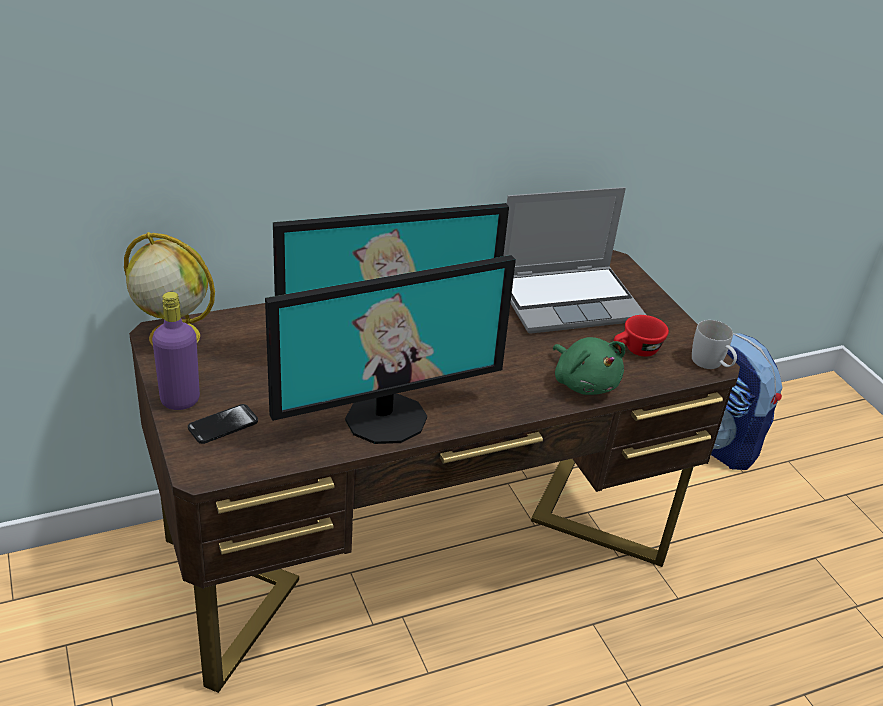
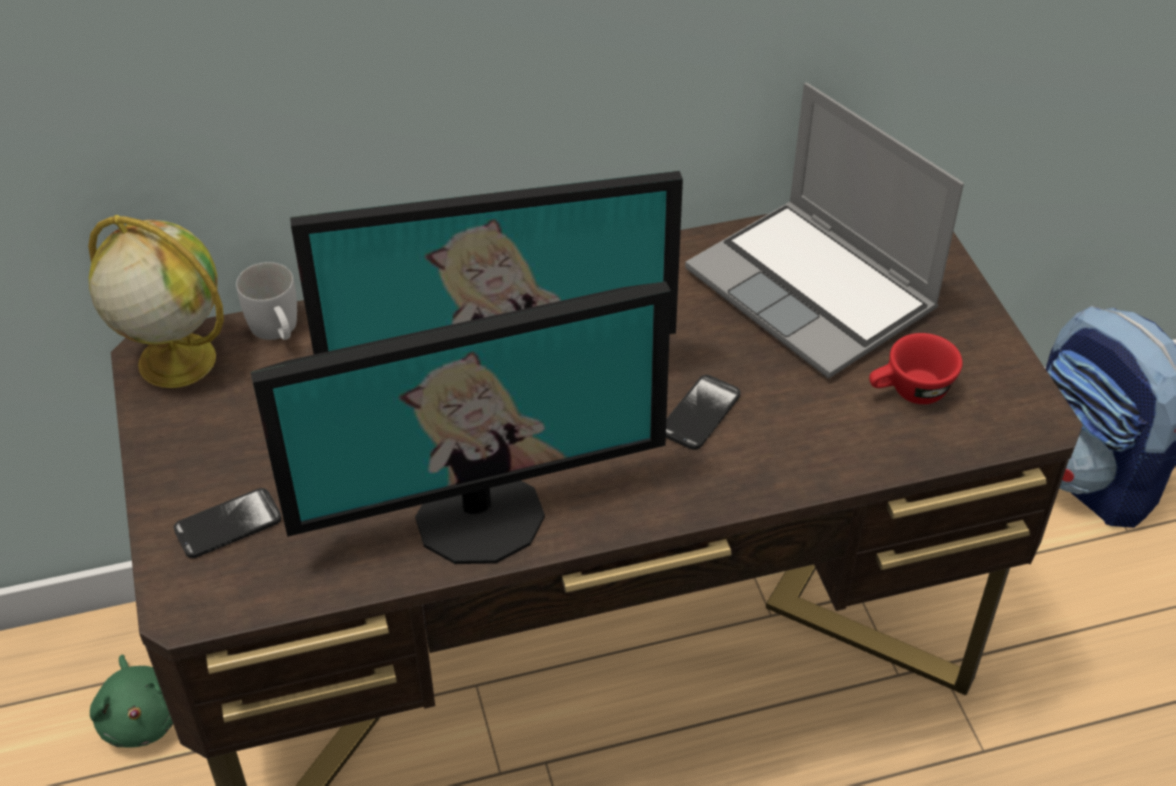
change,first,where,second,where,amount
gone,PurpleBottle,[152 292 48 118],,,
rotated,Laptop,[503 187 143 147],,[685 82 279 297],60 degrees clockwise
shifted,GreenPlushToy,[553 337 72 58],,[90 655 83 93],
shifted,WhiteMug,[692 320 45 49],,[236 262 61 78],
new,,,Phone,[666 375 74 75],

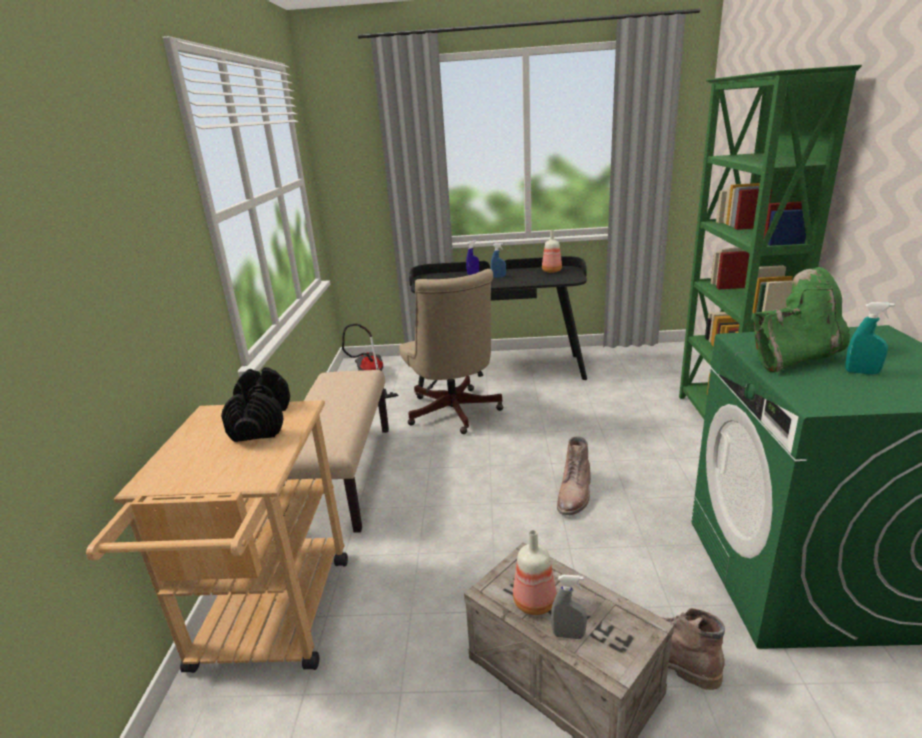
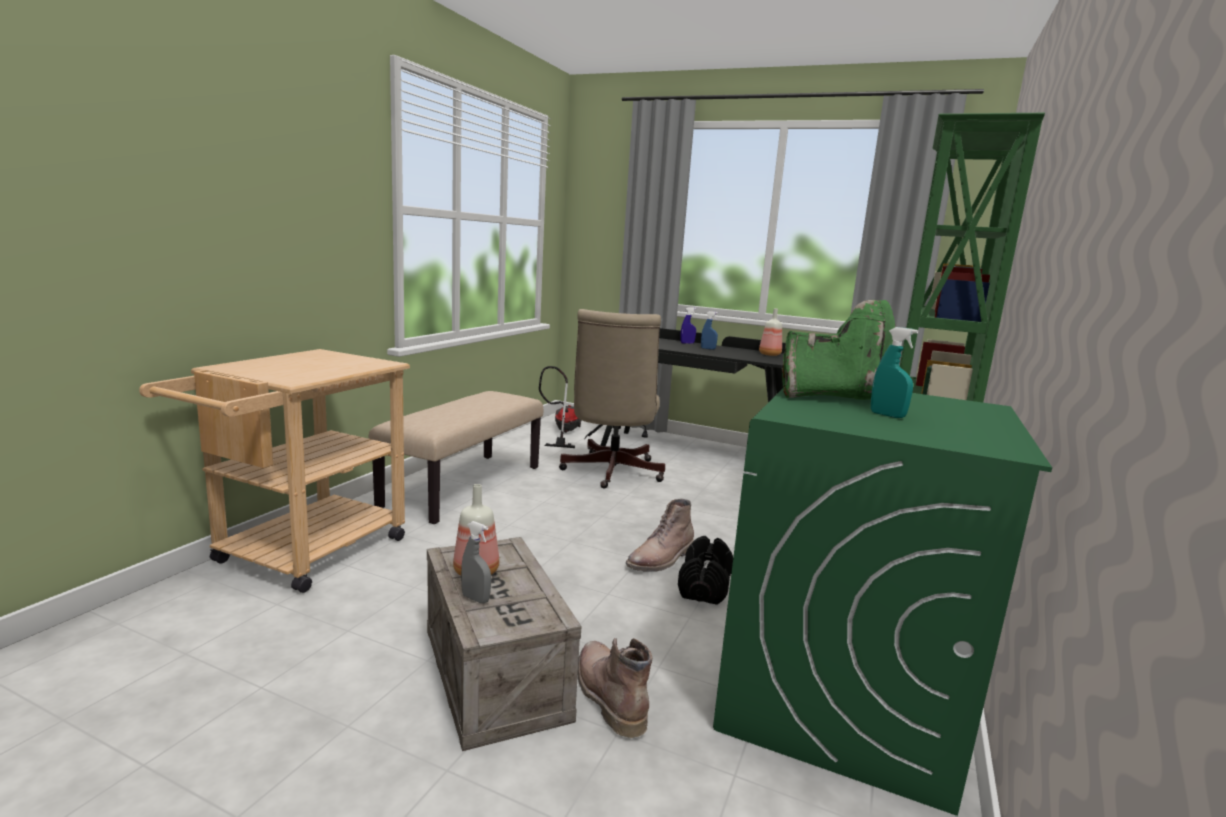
change,first,where,second,where,amount
shifted,BlackDumbbell,[221 367 69 75],,[678 536 55 69],

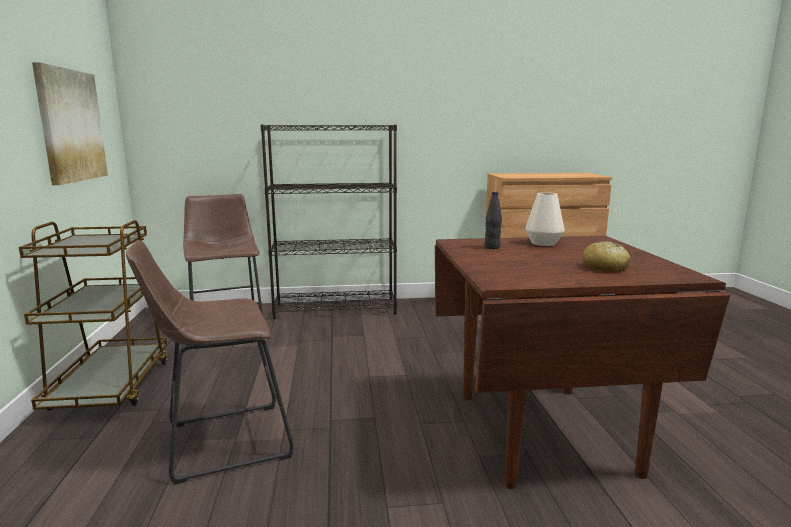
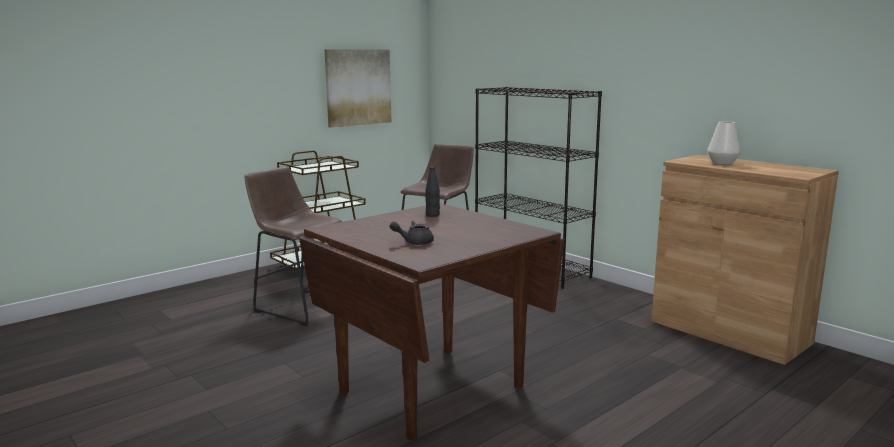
change,first,where,second,where,amount
shifted,WhiteVase,[525 193 40 53],,[708 122 33 42],
swapped,Bread,[583 241 48 30],GreyTeapot,[390 221 44 24],

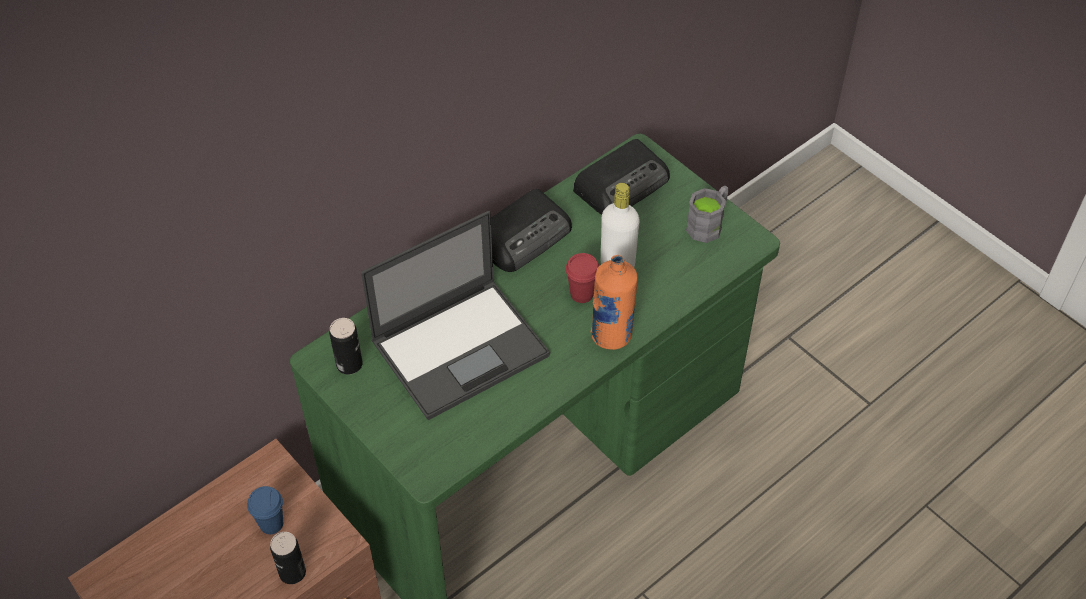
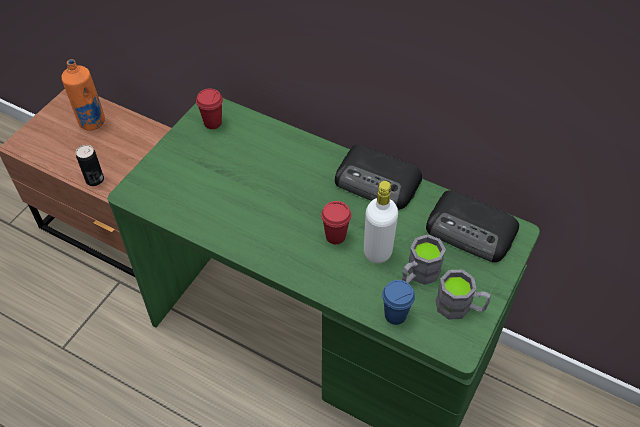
change,first,where,second,where,amount
shifted,BlueCup,[247 486 36 48],,[382 280 33 45],
swapped,Can,[329 318 34 56],RedCup,[196 89 27 40],
gone,Laptop,[361 211 189 209],,,
shifted,OrangeBottle,[591 255 47 95],,[61 59 44 72],
new,,,GreyMug,[402 234 44 51],

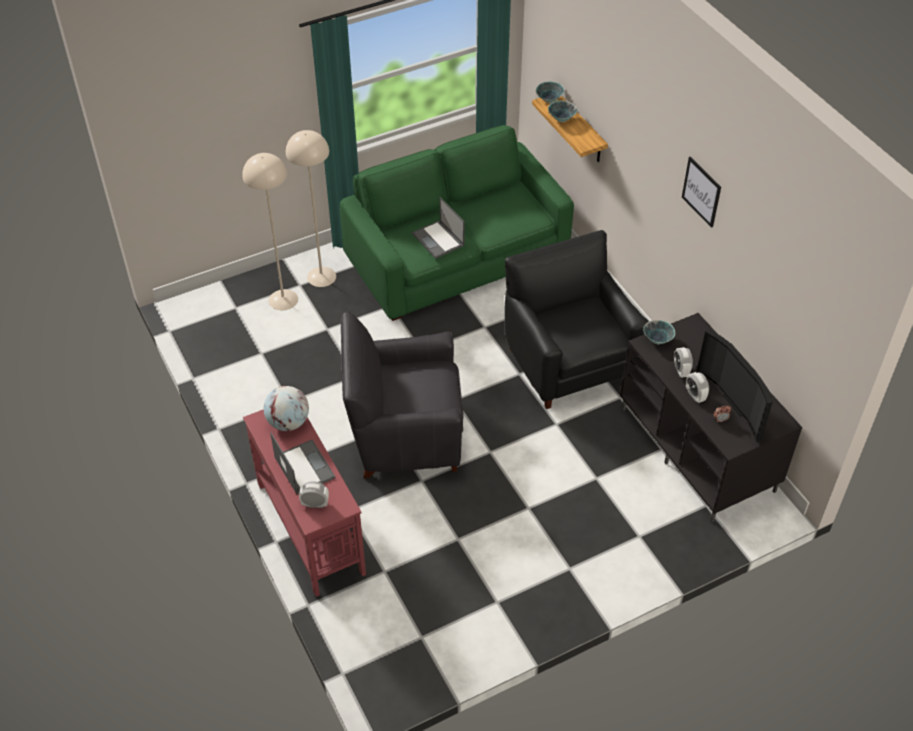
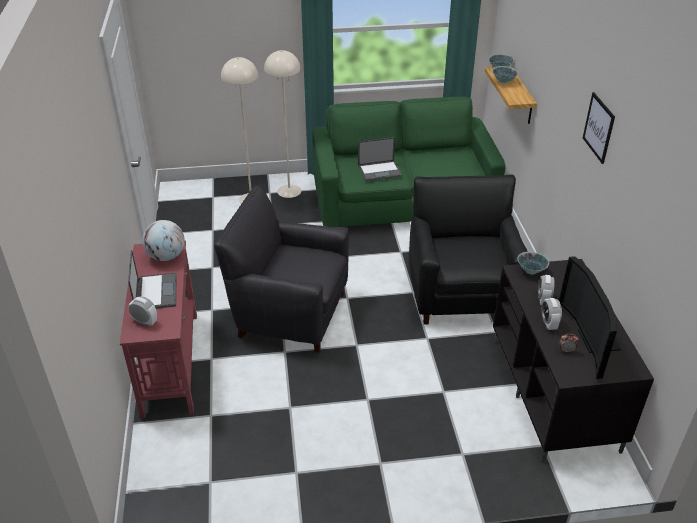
change,first,where,second,where,amount
rotated,Laptop,[412 197 53 62],,[358 137 44 44],90 degrees counterclockwise

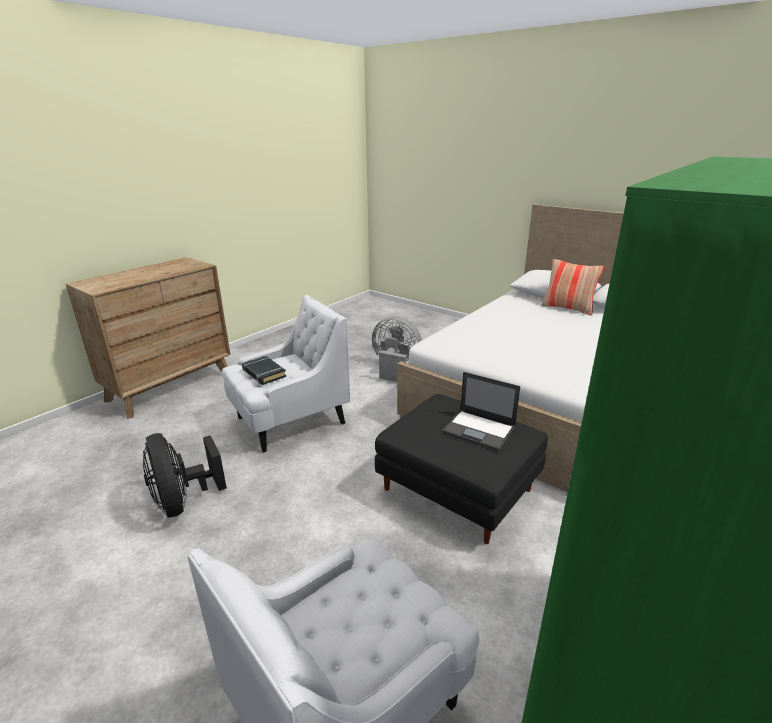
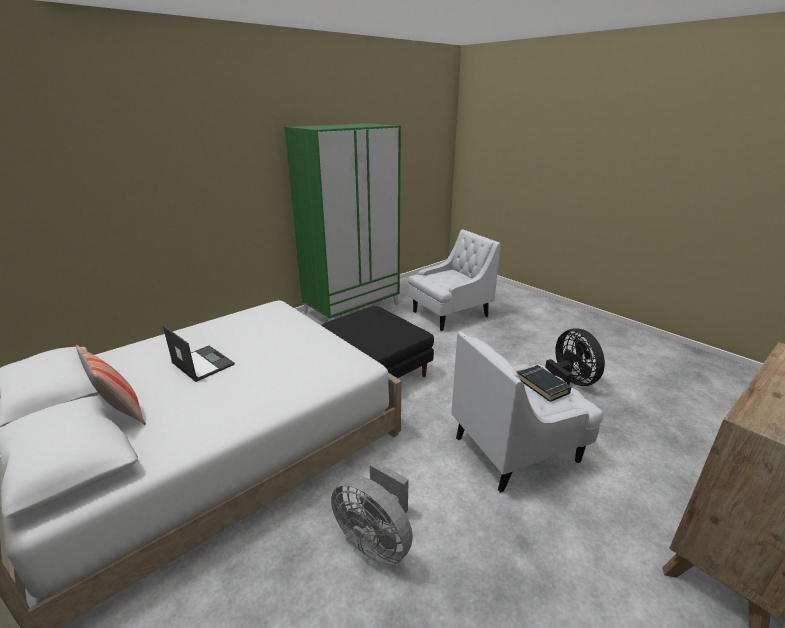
change,first,where,second,where,amount
shifted,Laptop,[442 372 78 79],,[163 325 72 57],

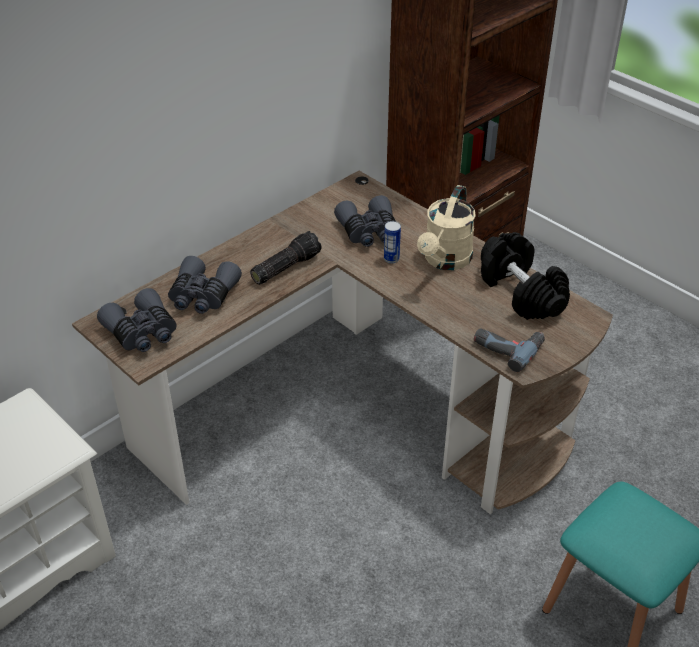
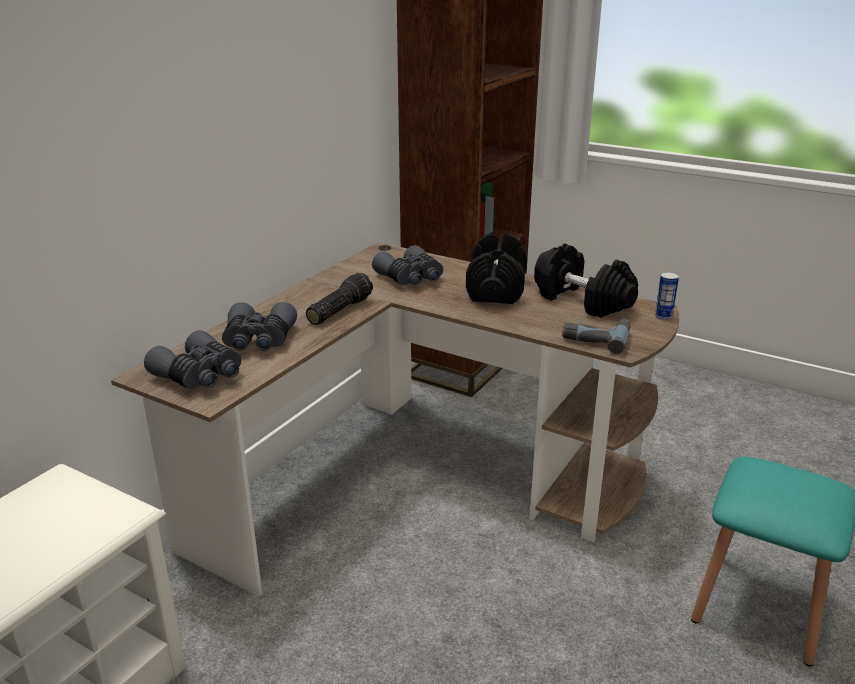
change,first,where,second,where,amount
shifted,Can,[384 221 17 42],,[655 272 24 48],
swapped,BeigeWateringCan,[417 185 59 85],BlackDumbbell,[466 232 61 72],

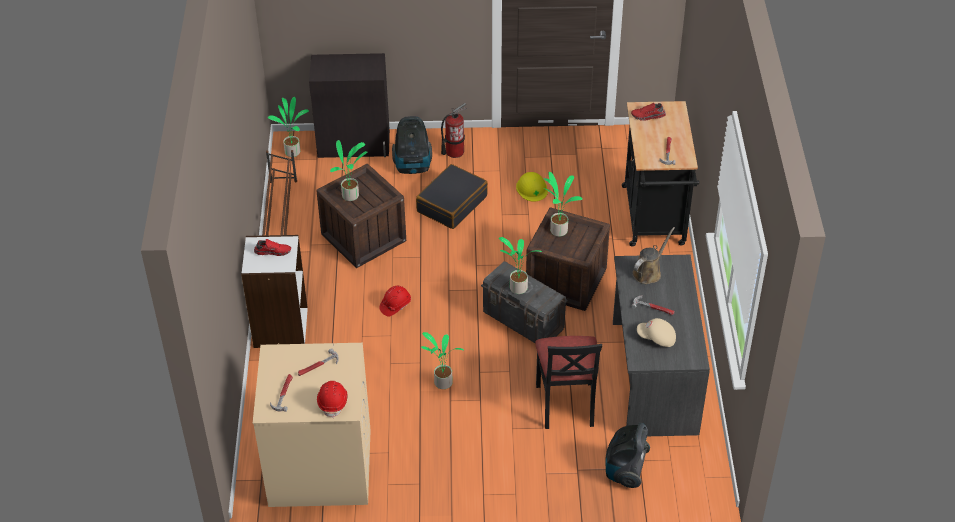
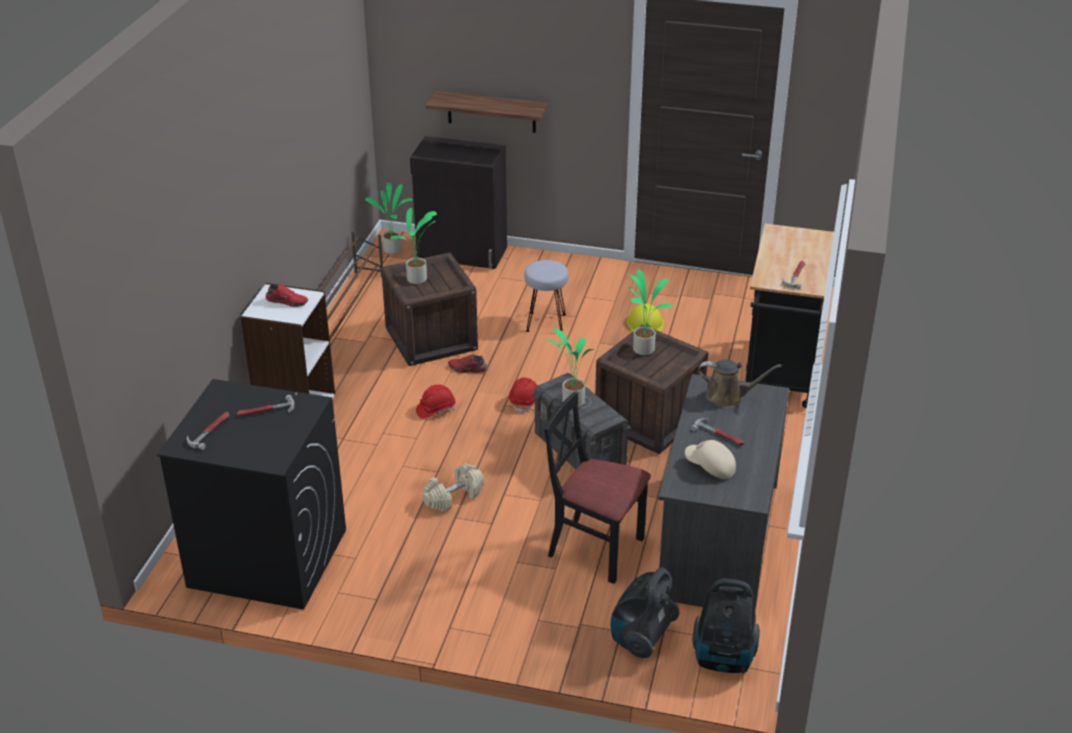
change,first,where,second,where,amount
repainted,BeigeWashingMachine,[253 343 117 164],BlackWashingMachine,[157 379 189 231],
shifted,RedHardHat,[317 381 31 37],,[509 377 28 37],
shifted,VacuumCleaner,[392 116 40 58],,[693 579 67 94],
swapped,BlackSuitcase,[416 164 72 65],GreyStool,[524 260 45 72],
swapped,PottedPlant,[421 332 43 57],BeigeDumbbell,[422 464 62 48],
gone,FireExtinguisher,[441 103 26 55],,,
rotated,BlackChair,[535 336 67 93],,[544 391 107 193],105 degrees clockwise
shifted,RedShoe,[631 103 35 18],,[448 354 40 19],
rotated,BrownWateringCan,[632 227 43 57],,[698 360 84 48],45 degrees clockwise
new,,,Shelf,[426 91 122 42],

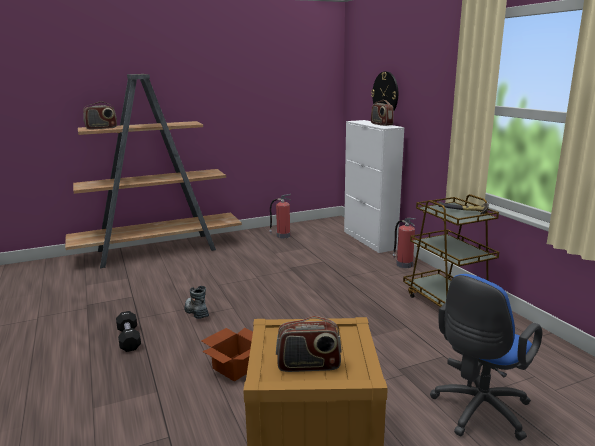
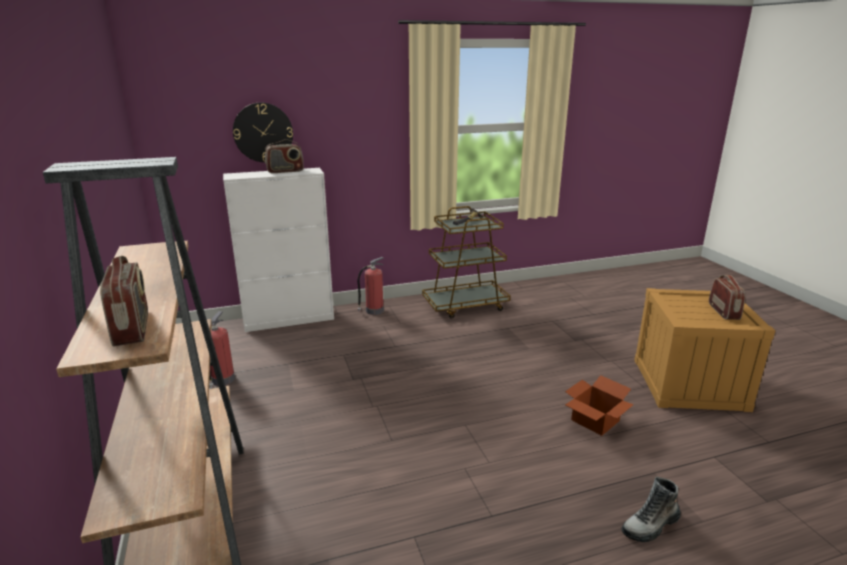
change,first,where,second,where,amount
gone,BlackDumbbell,[116 311 25 41],,,
shifted,Boot,[184 286 25 33],,[621 477 60 65],
gone,BlueOfficeChair,[430 274 112 167],,,

